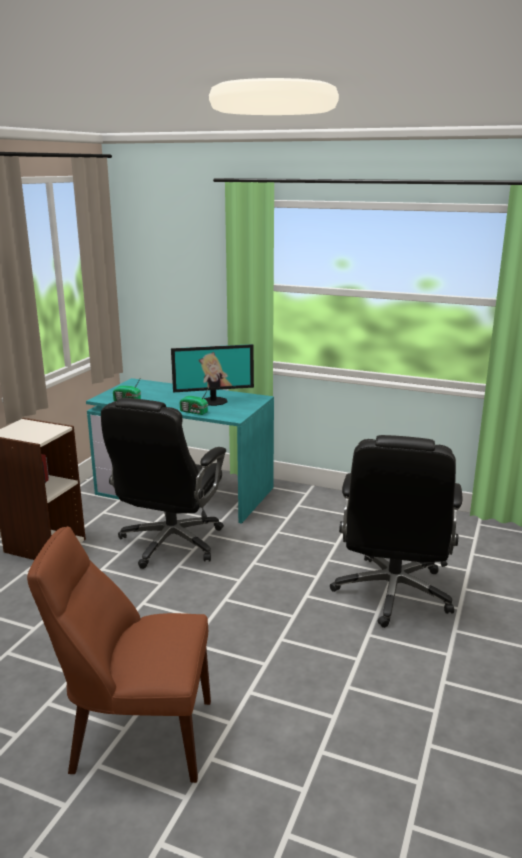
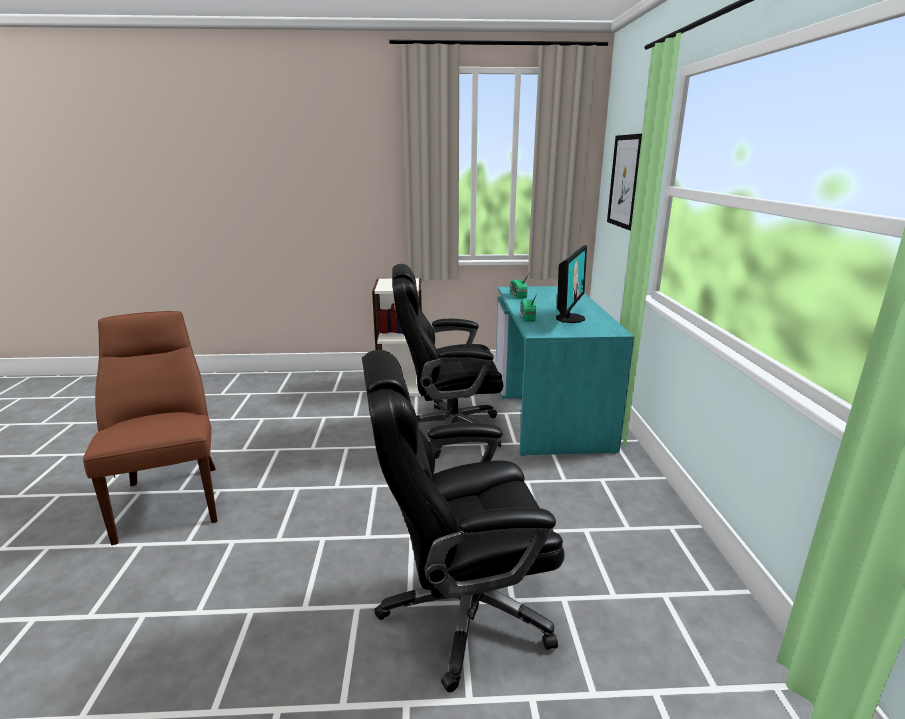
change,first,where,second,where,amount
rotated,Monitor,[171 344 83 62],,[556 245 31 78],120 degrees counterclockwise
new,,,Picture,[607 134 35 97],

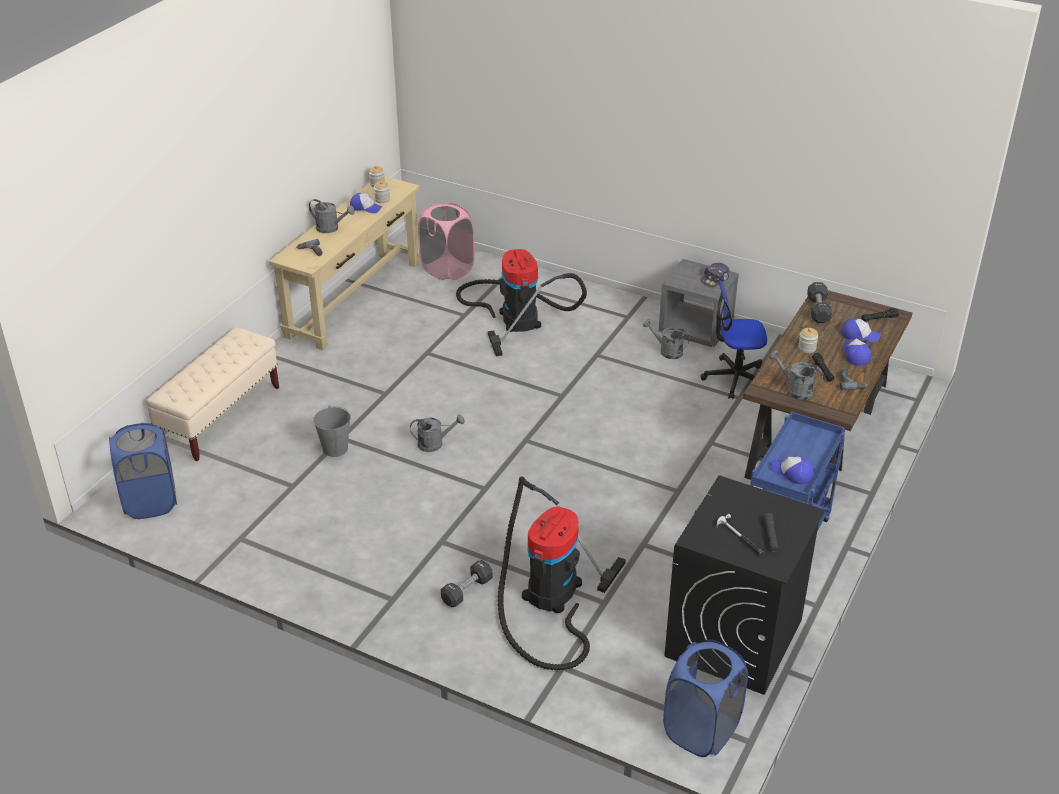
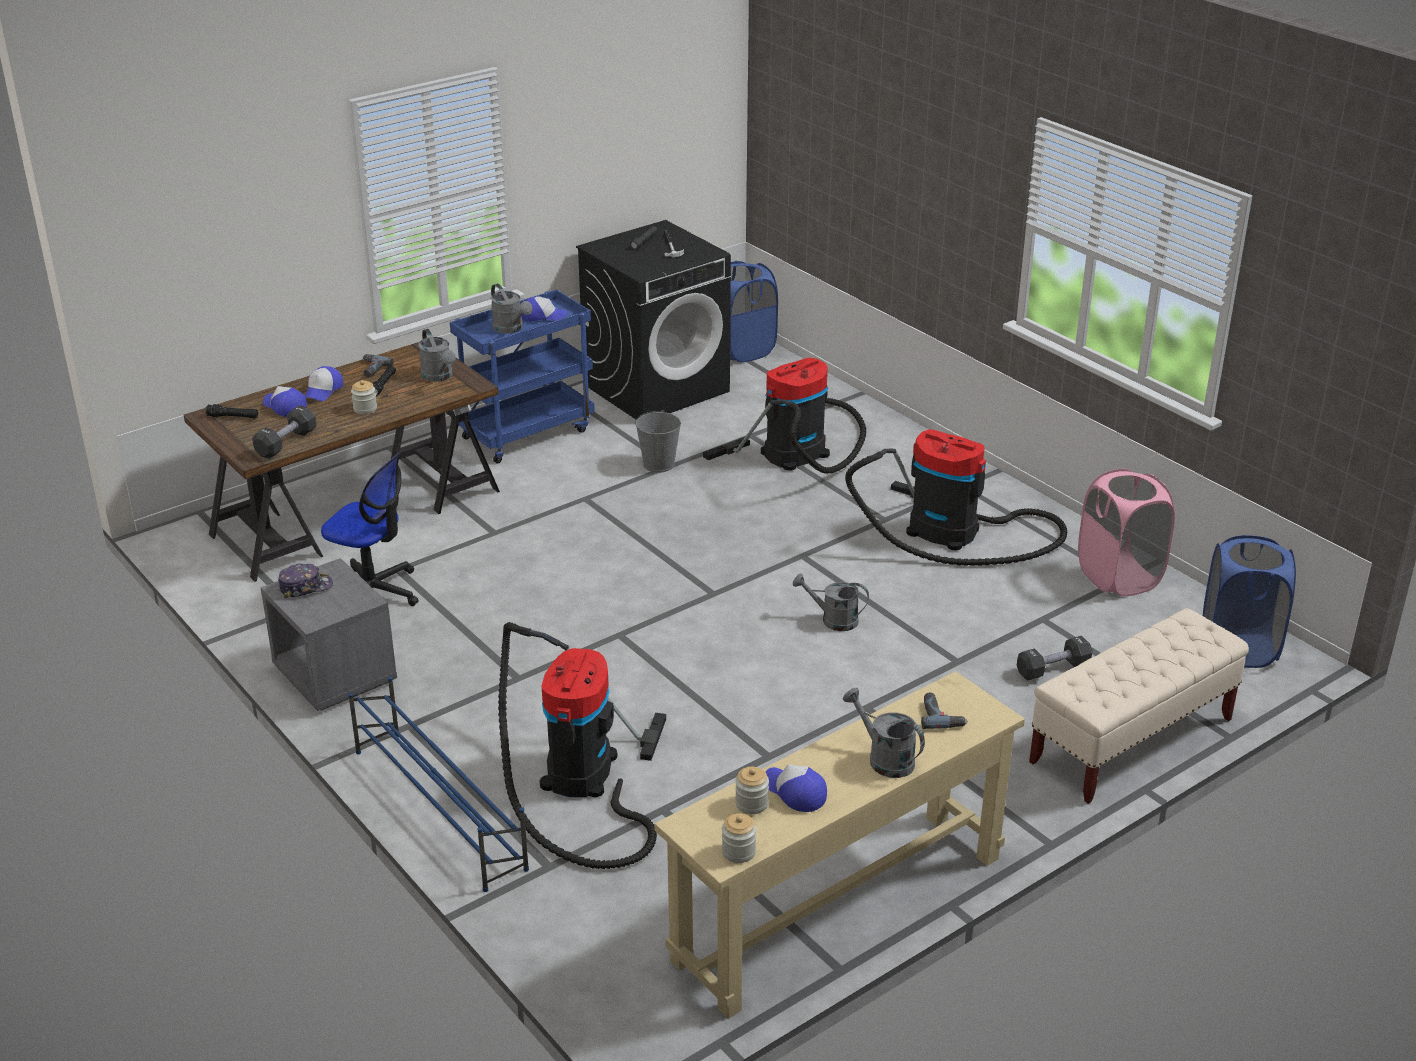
change,first,where,second,where,amount
shifted,GreyBucket,[313 406 38 51],,[635 410 46 63],
shifted,PinkLaundryBasket,[418 203 57 77],,[1078 468 97 129],
shifted,BlackDumbbell,[441 560 52 47],,[1017 636 76 45],
shifted,GreyWateringCan,[643 319 47 40],,[491 283 41 51],
rotated,Cap,[770 457 43 27],,[521 296 46 25],60 degrees counterclockwise
new,,,BlueShoeRack,[348 677 181 215],
new,,,VacuumCleaner,[845 429 222 137],

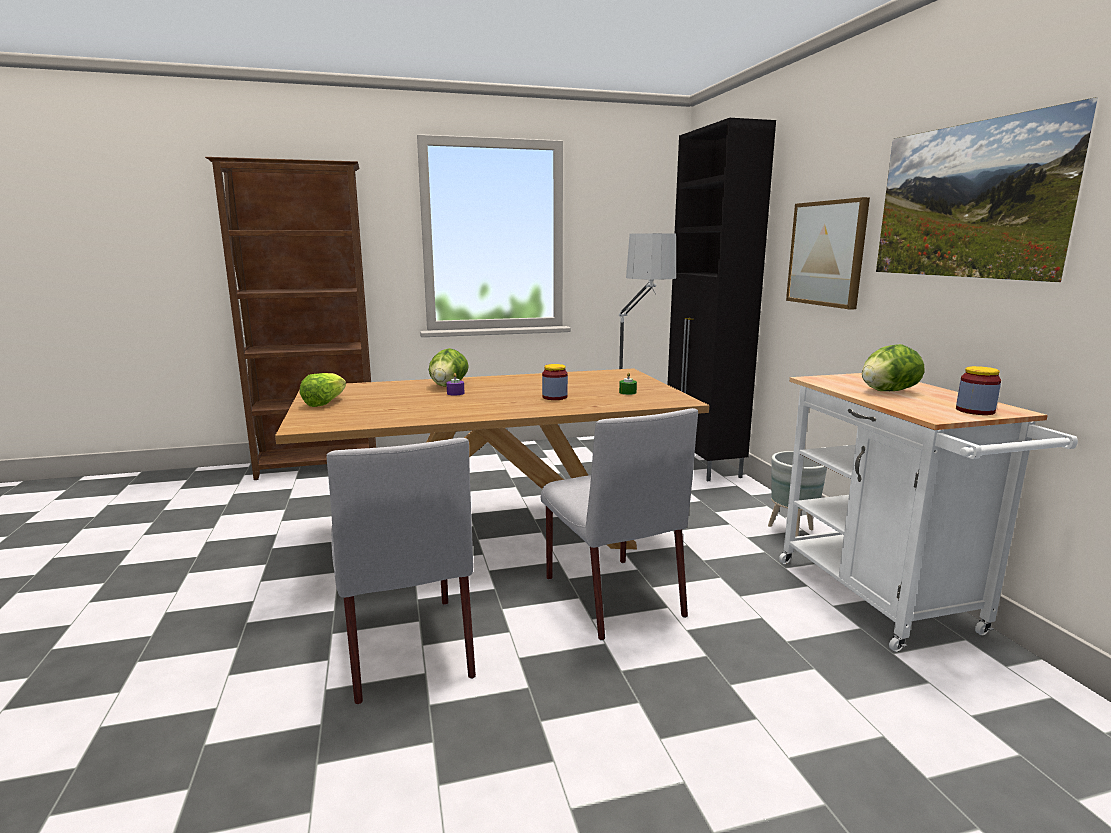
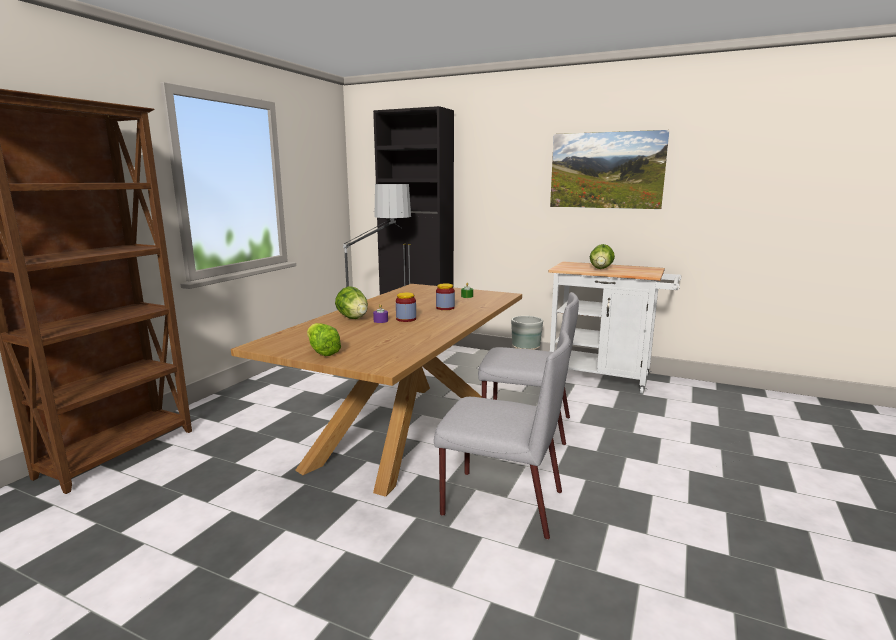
change,first,where,second,where,amount
gone,Picture,[786 197 84 113],,,
shifted,Jar,[956 366 45 49],,[396 293 20 29],

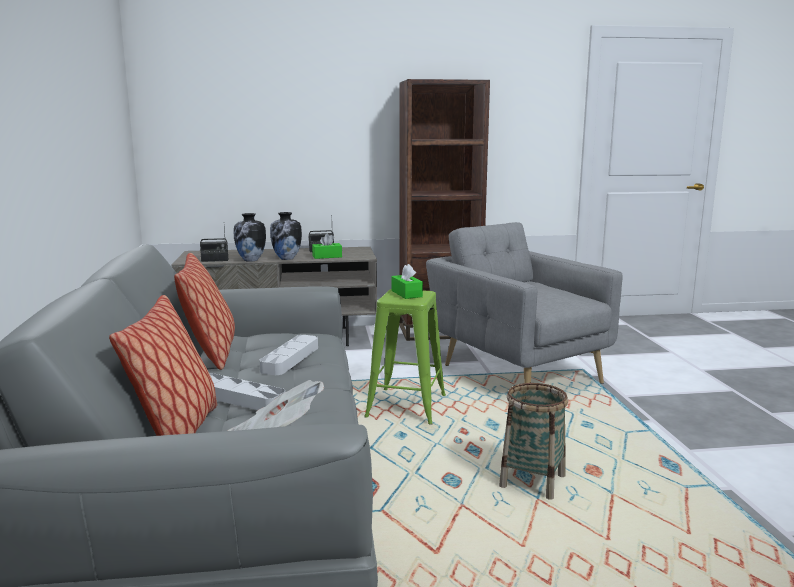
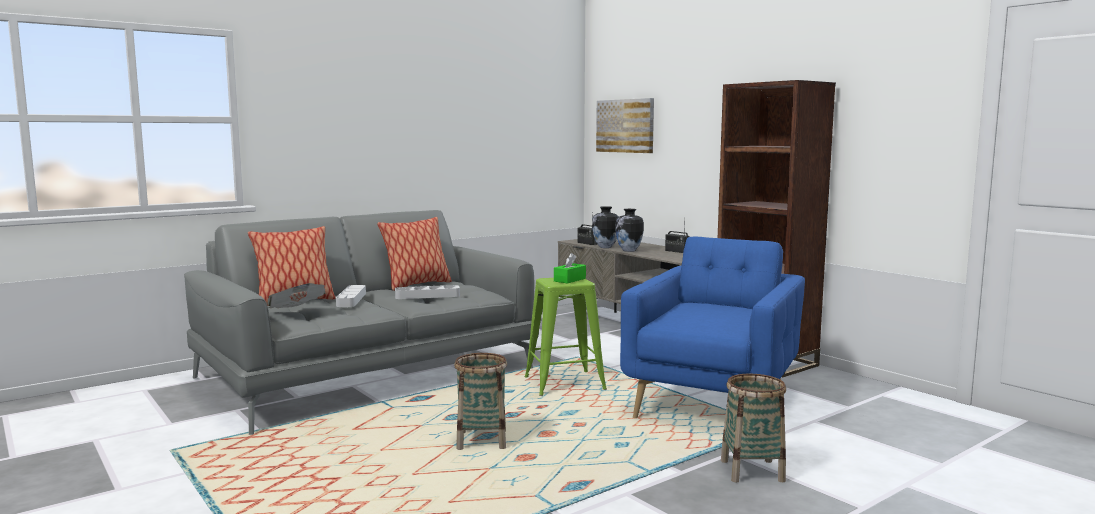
change,first,where,second,where,amount
gone,GreenTissueBox,[312 234 30 25],,,
repainted,GreyArmchair,[426 222 197 162],BlueArmchair,[620 237 185 181],
new,,,Picture,[596 98 58 55],
new,,,Basket,[721 374 65 109],

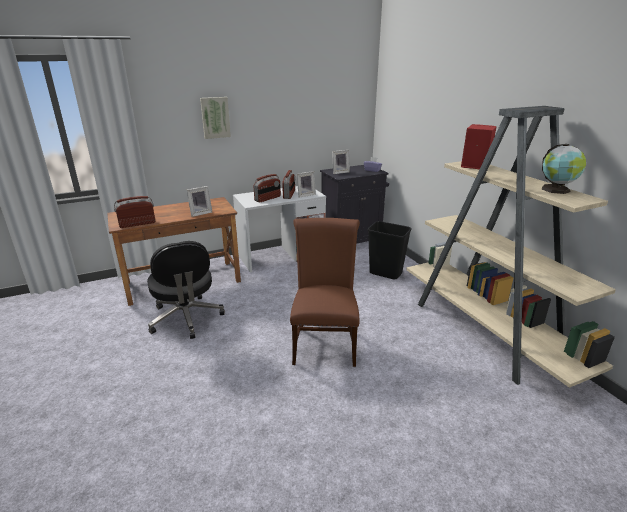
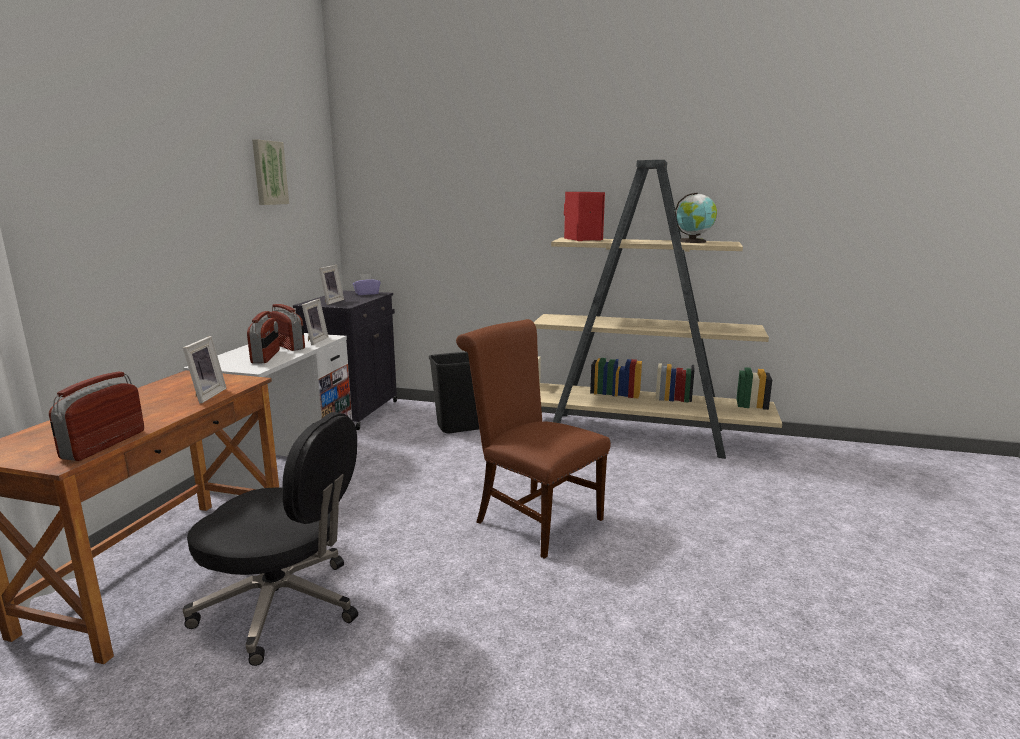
change,first,where,second,where,amount
shifted,Picture,[200 97 31 42],,[252 139 37 66],

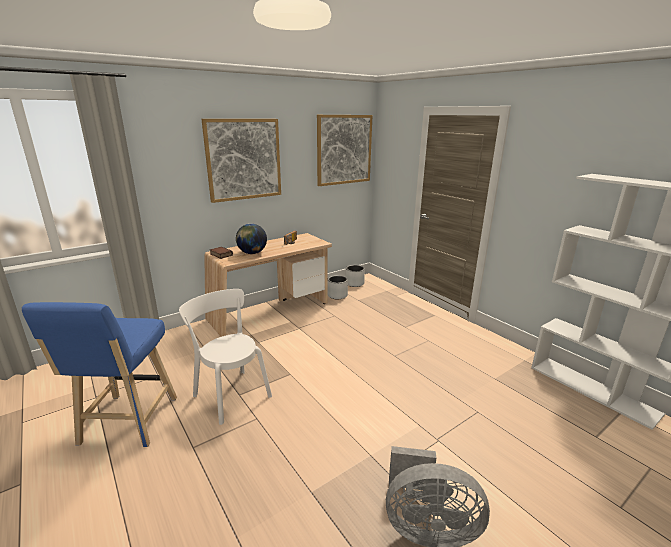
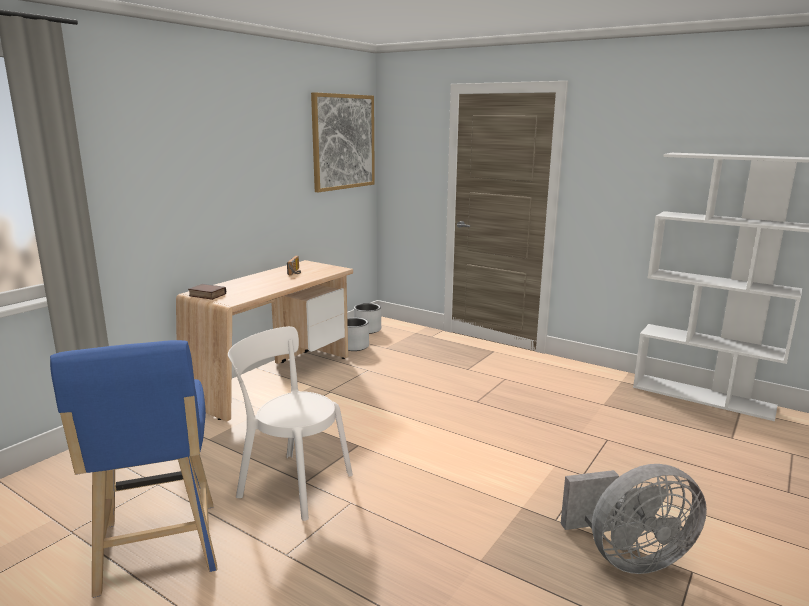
change,first,where,second,where,amount
gone,Picture,[202 119 79 84],,,
gone,Globe,[236 224 31 30],,,

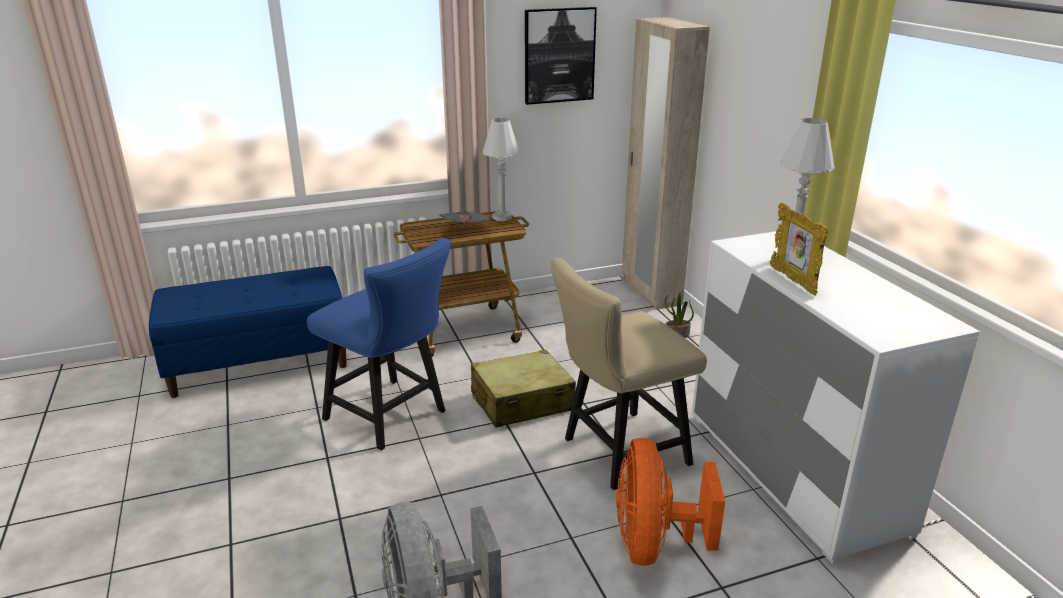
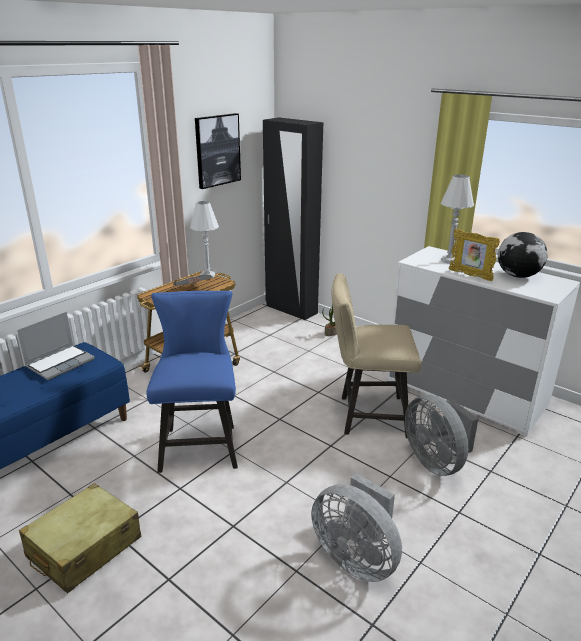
change,first,where,second,where,amount
rotated,BlueChair,[307 238 144 212],,[146 291 92 182],105 degrees counterclockwise
shifted,BeigeSuitcase,[471 350 105 78],,[19 483 123 110],
rotated,BeigeChair,[550 258 157 232],,[331 273 90 165],60 degrees clockwise
repainted,OrangeFan,[616 438 109 128],GreyFan,[405 394 73 82],
repainted,BeigeWardrobe,[622 17 88 293],BlackWardrobe,[263 118 60 202],
new,,,Laptop,[17 312 78 68],
new,,,Globe,[498 232 50 46],

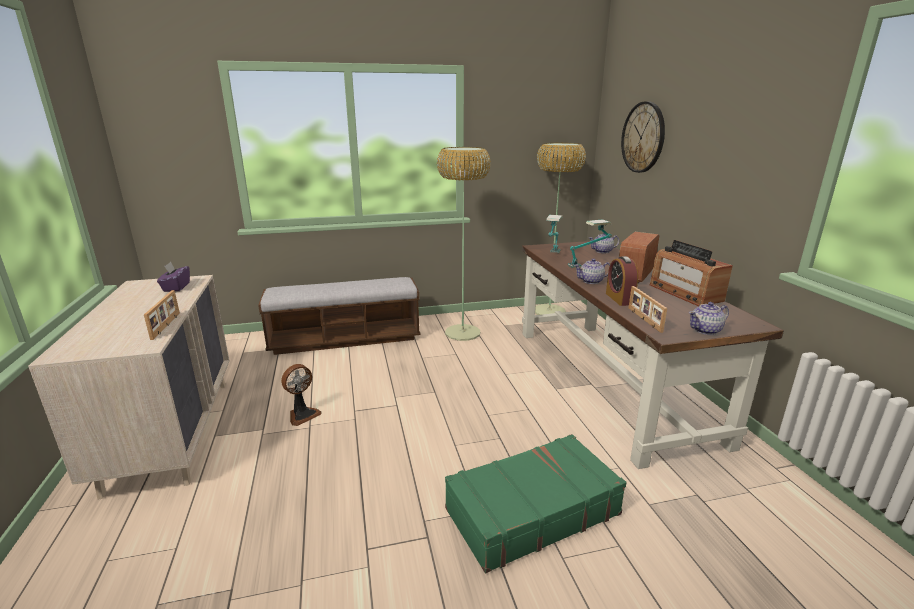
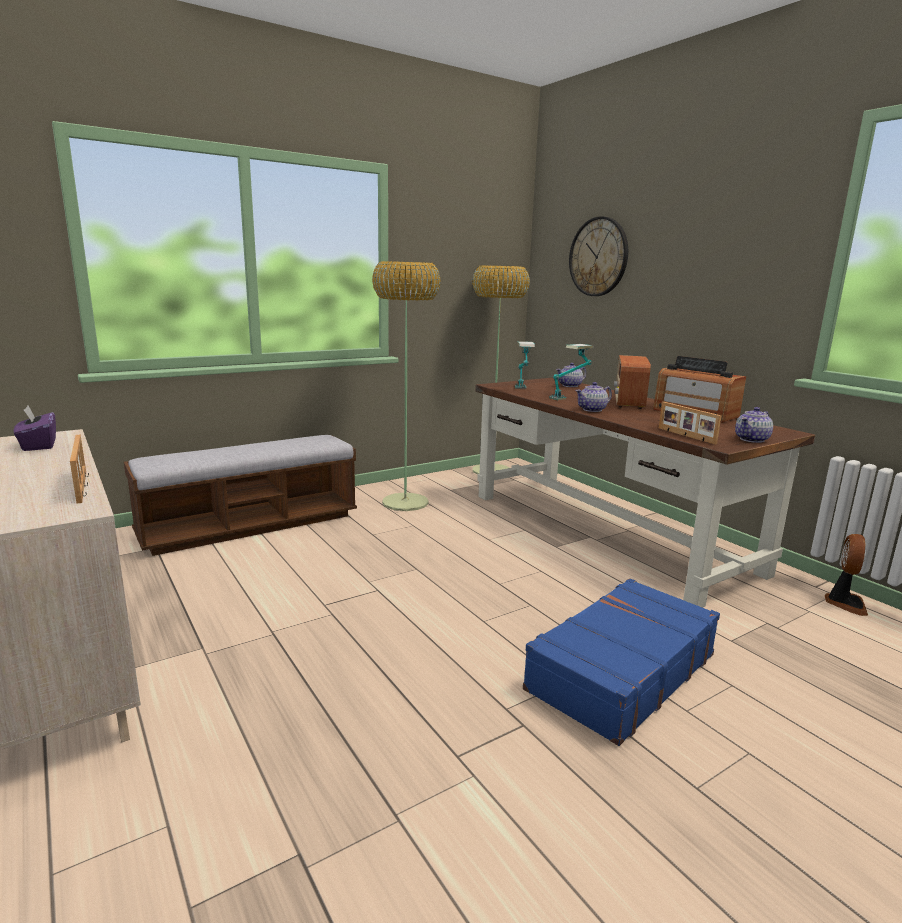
change,first,where,second,where,amount
shifted,Fan,[281 364 40 62],,[825 534 43 82],
repainted,GreenSuitcase,[445 434 182 139],BlueSuitcase,[523 578 197 168],
gone,AlarmClock,[606 256 32 50],,,

